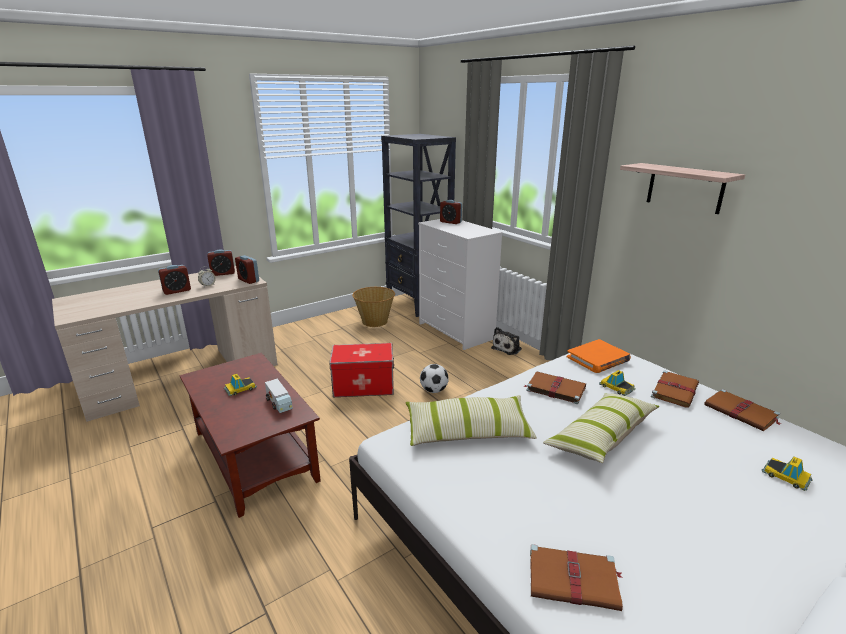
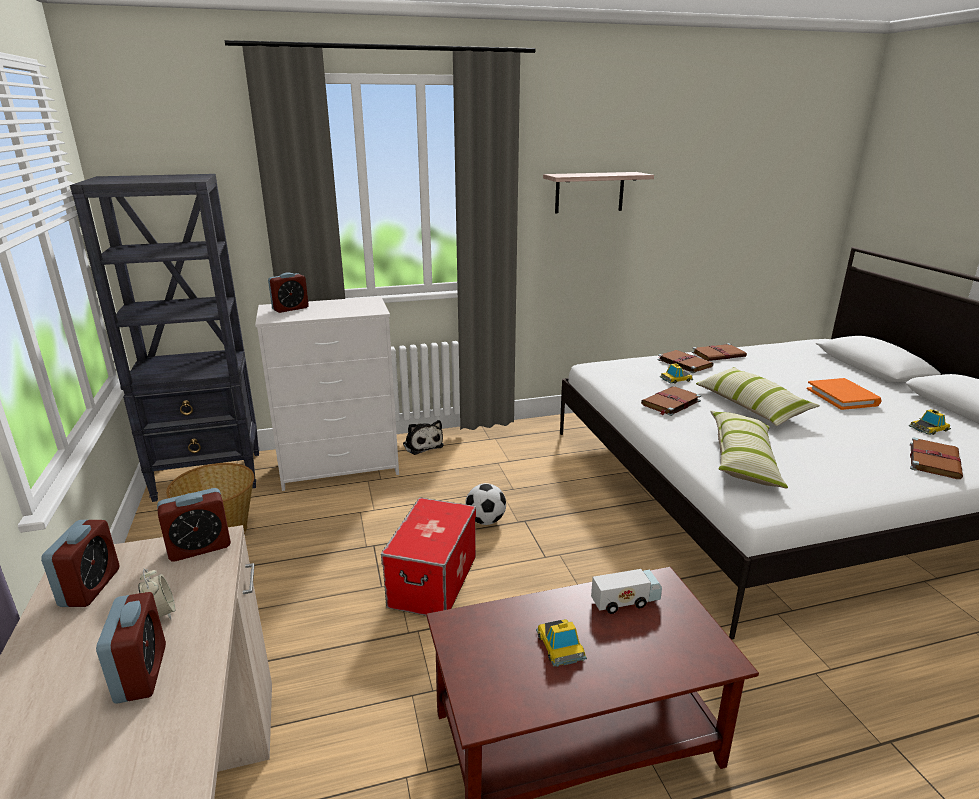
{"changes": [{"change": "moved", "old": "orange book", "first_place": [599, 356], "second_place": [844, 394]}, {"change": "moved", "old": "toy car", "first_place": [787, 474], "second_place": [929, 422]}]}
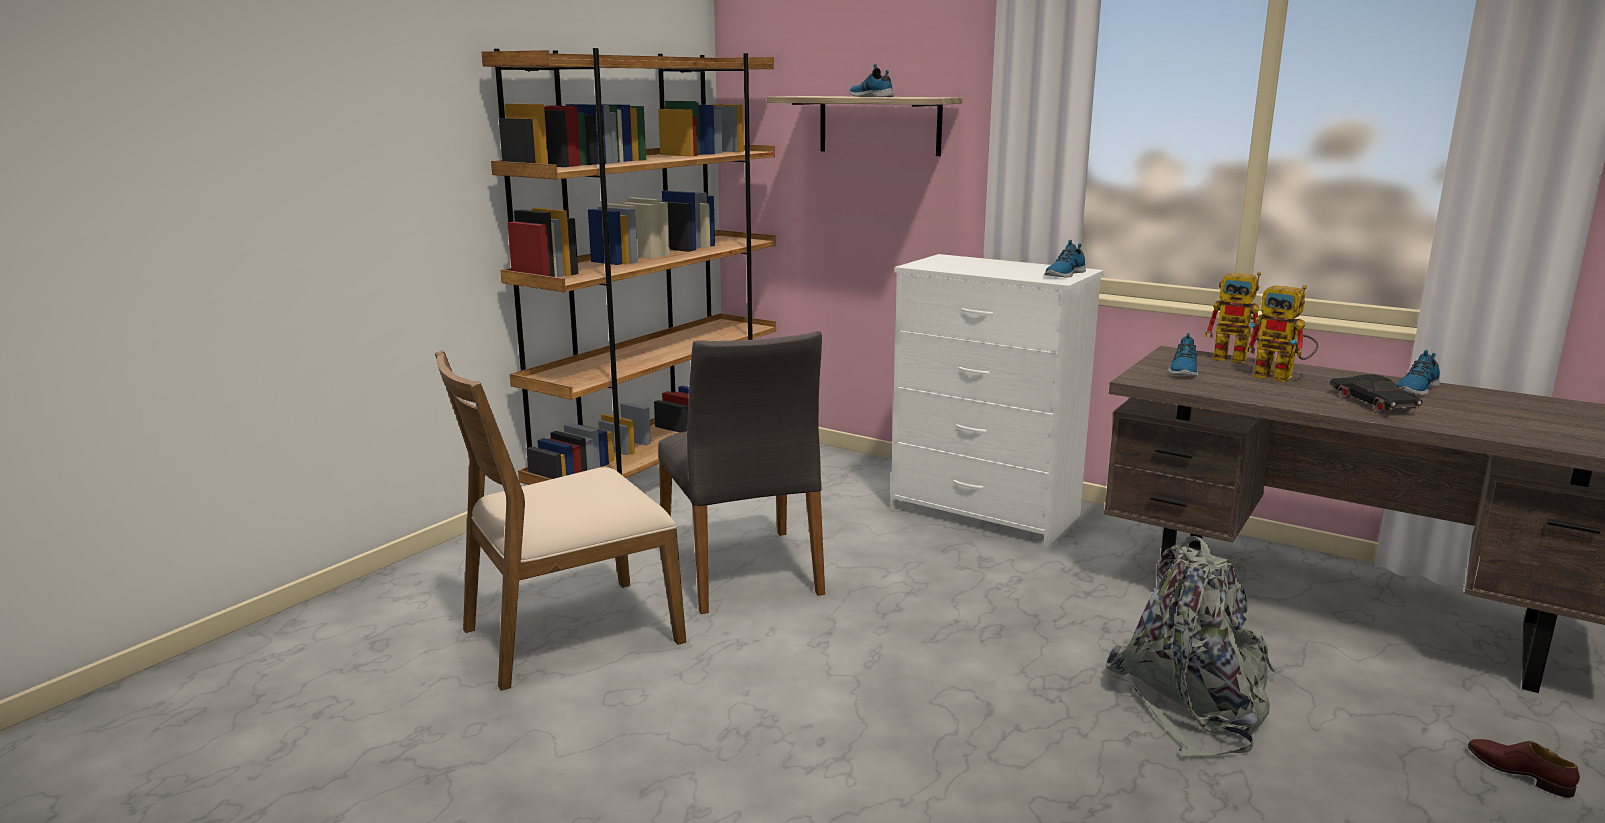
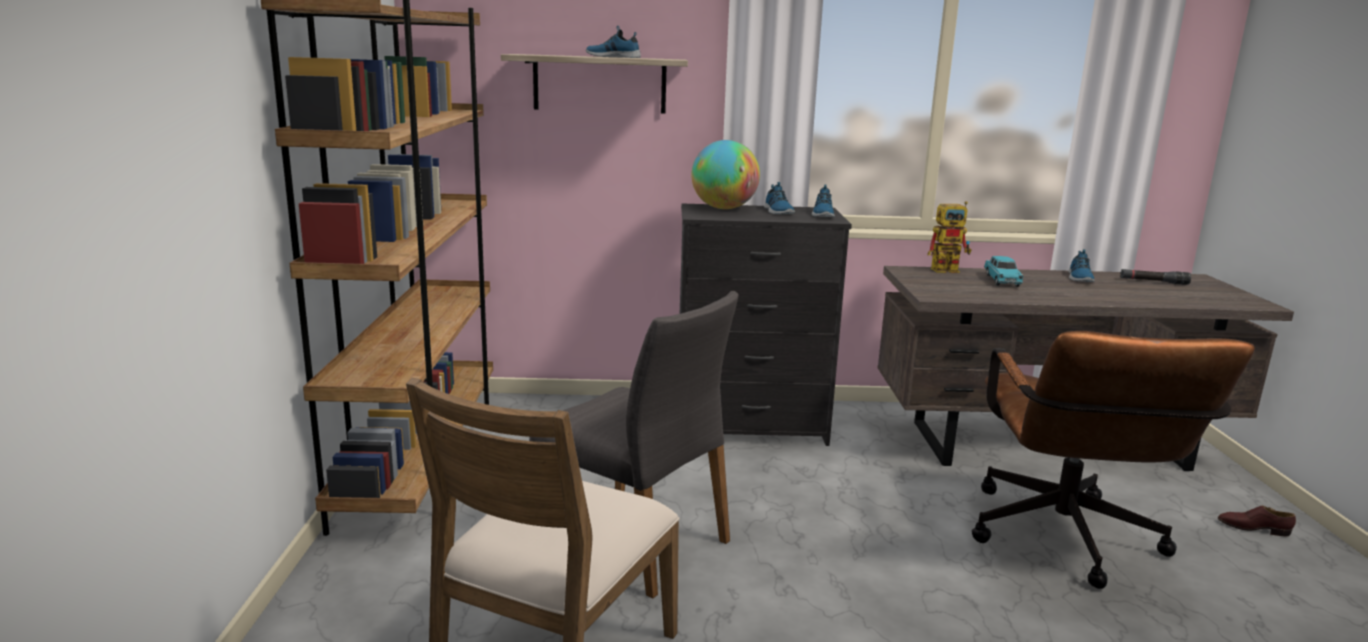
{"changes": [{"change": "recoloured", "old": "white dresser", "new": "black dresser", "first_place": [997, 400], "second_place": [766, 325]}, {"change": "added", "new": "globe", "second_place": [725, 174]}, {"change": "moved", "old": "shoe", "first_place": [1183, 354], "second_place": [779, 198]}, {"change": "replaced", "old": "grey backpack", "new": "brown office chair", "first_place": [1190, 646], "second_place": [1113, 460]}, {"change": "replaced", "old": "toy robot", "new": "turquoise toy car", "first_place": [1282, 333], "second_place": [1003, 271]}, {"change": "added", "new": "black flashlight", "second_place": [1155, 277]}, {"change": "removed", "old": "black toy car", "first_place": [1376, 393]}]}
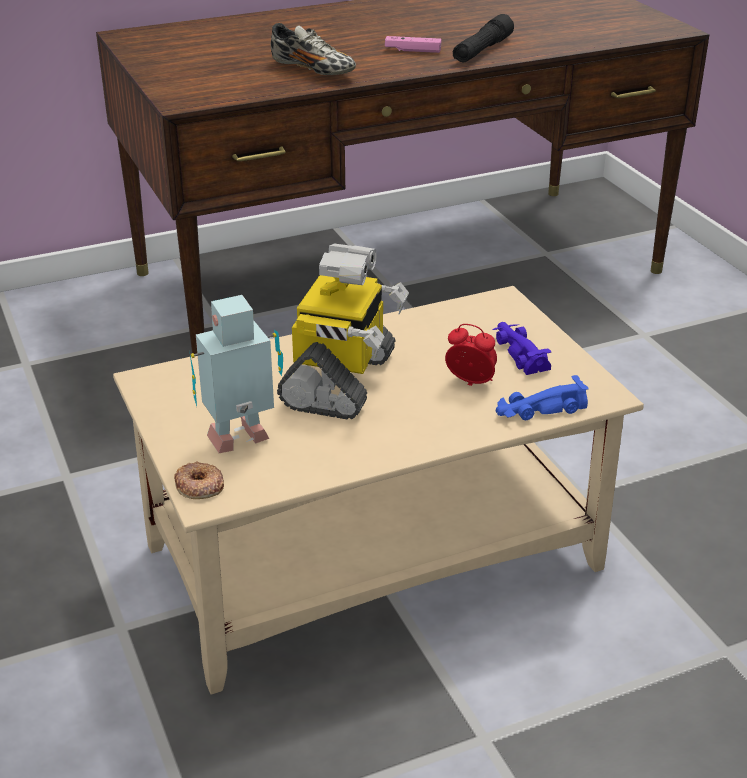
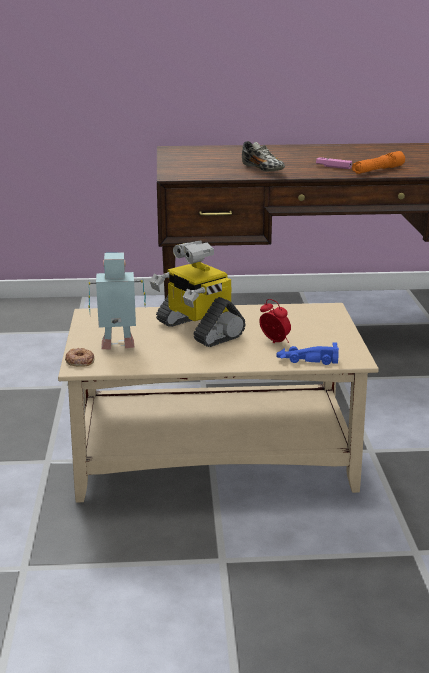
{"changes": [{"change": "turned", "old": "toy robot", "first_place": [343, 331], "second_place": [197, 294], "degrees": 105}, {"change": "recoloured", "old": "black flashlight", "new": "orange flashlight", "first_place": [483, 38], "second_place": [378, 162]}, {"change": "removed", "old": "purple toy car", "first_place": [522, 348]}]}
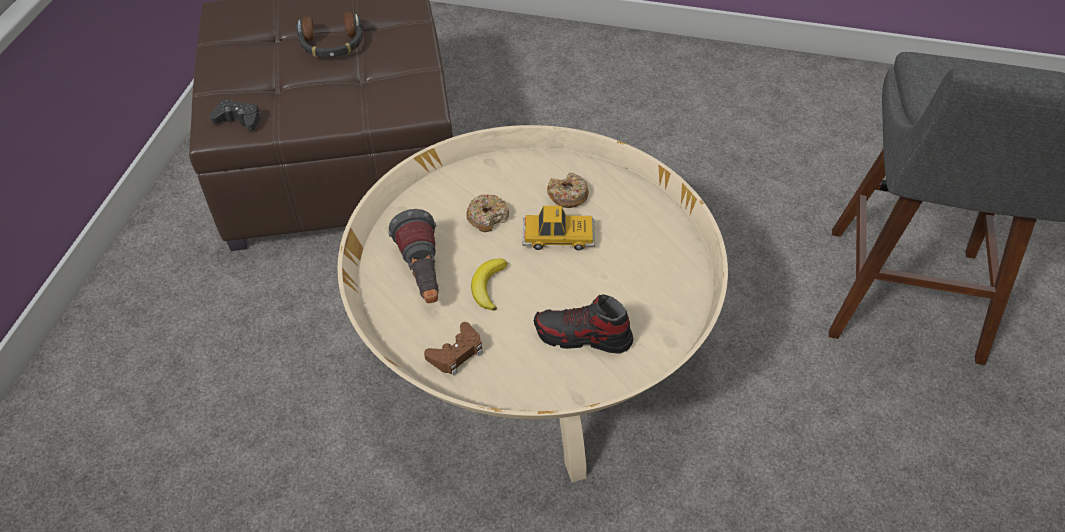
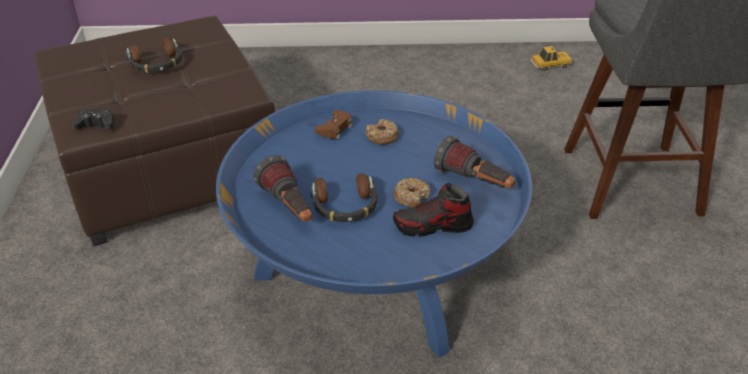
{"changes": [{"change": "recoloured", "old": "beige coffee table", "new": "blue coffee table", "first_place": [533, 303], "second_place": [374, 224]}, {"change": "replaced", "old": "banana", "new": "headphones", "first_place": [489, 285], "second_place": [344, 197]}, {"change": "moved", "old": "brown game controller", "first_place": [453, 349], "second_place": [333, 124]}, {"change": "moved", "old": "donut", "first_place": [487, 213], "second_place": [412, 193]}, {"change": "added", "new": "flashlight", "second_place": [474, 162]}, {"change": "moved", "old": "toy car", "first_place": [558, 228], "second_place": [551, 58]}]}
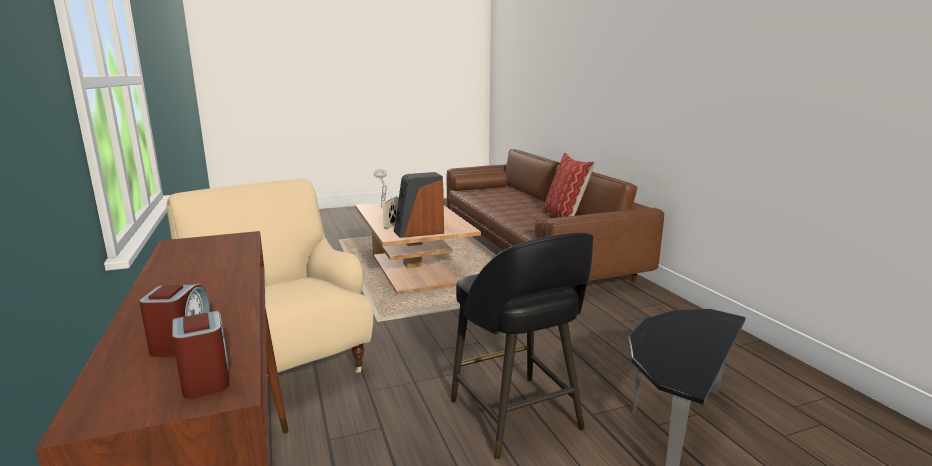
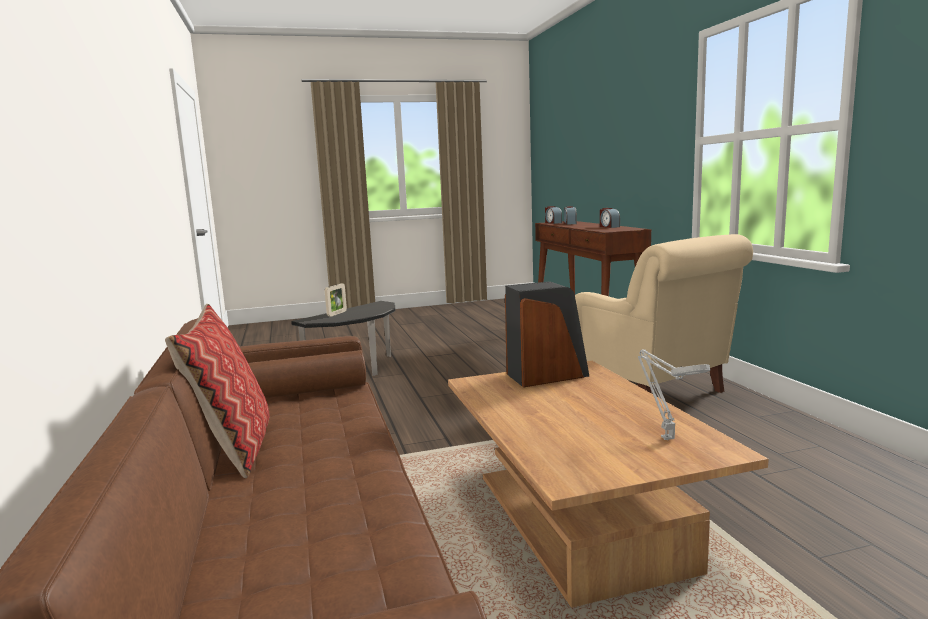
{"changes": [{"change": "moved", "old": "picture frame", "first_place": [391, 213], "second_place": [336, 300]}, {"change": "added", "new": "alarm clock", "second_place": [610, 218]}, {"change": "removed", "old": "black stool", "first_place": [522, 346]}]}
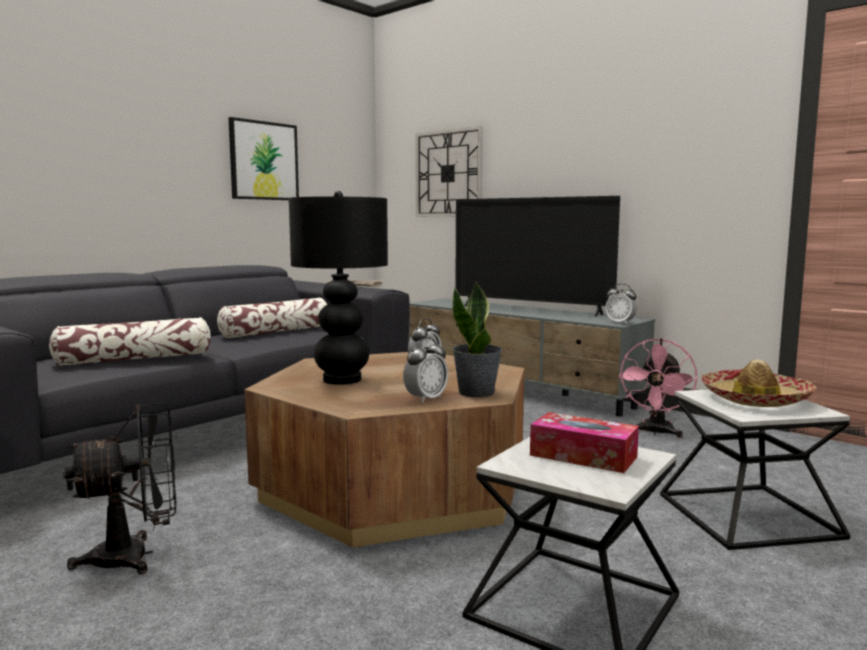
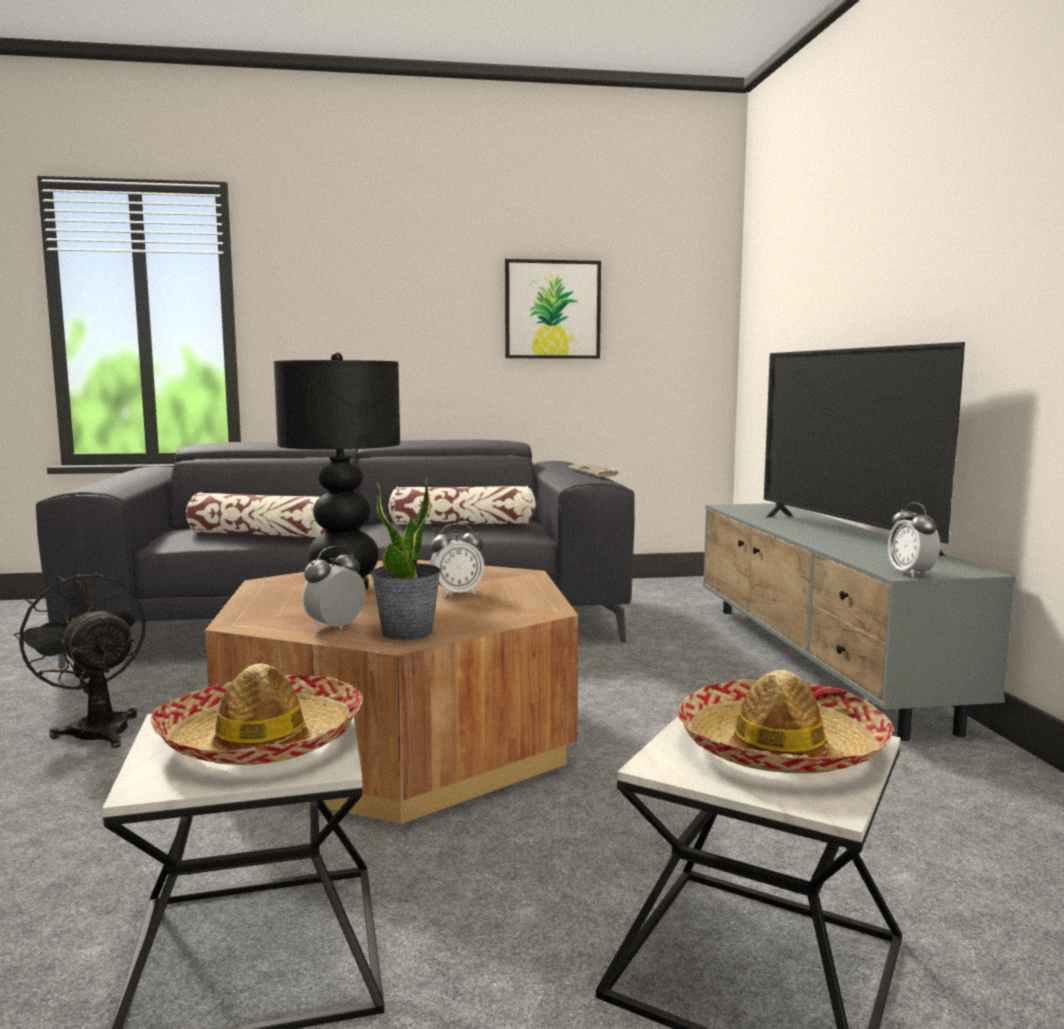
{"changes": [{"change": "turned", "old": "black fan", "first_place": [120, 488], "second_place": [80, 660], "degrees": -150}, {"change": "replaced", "old": "tissue box", "new": "hat", "first_place": [584, 442], "second_place": [257, 714]}, {"change": "turned", "old": "alarm clock", "first_place": [425, 370], "second_place": [334, 587], "degrees": 135}, {"change": "removed", "old": "wall clock", "first_place": [449, 171]}, {"change": "removed", "old": "pink fan", "first_place": [657, 388]}]}
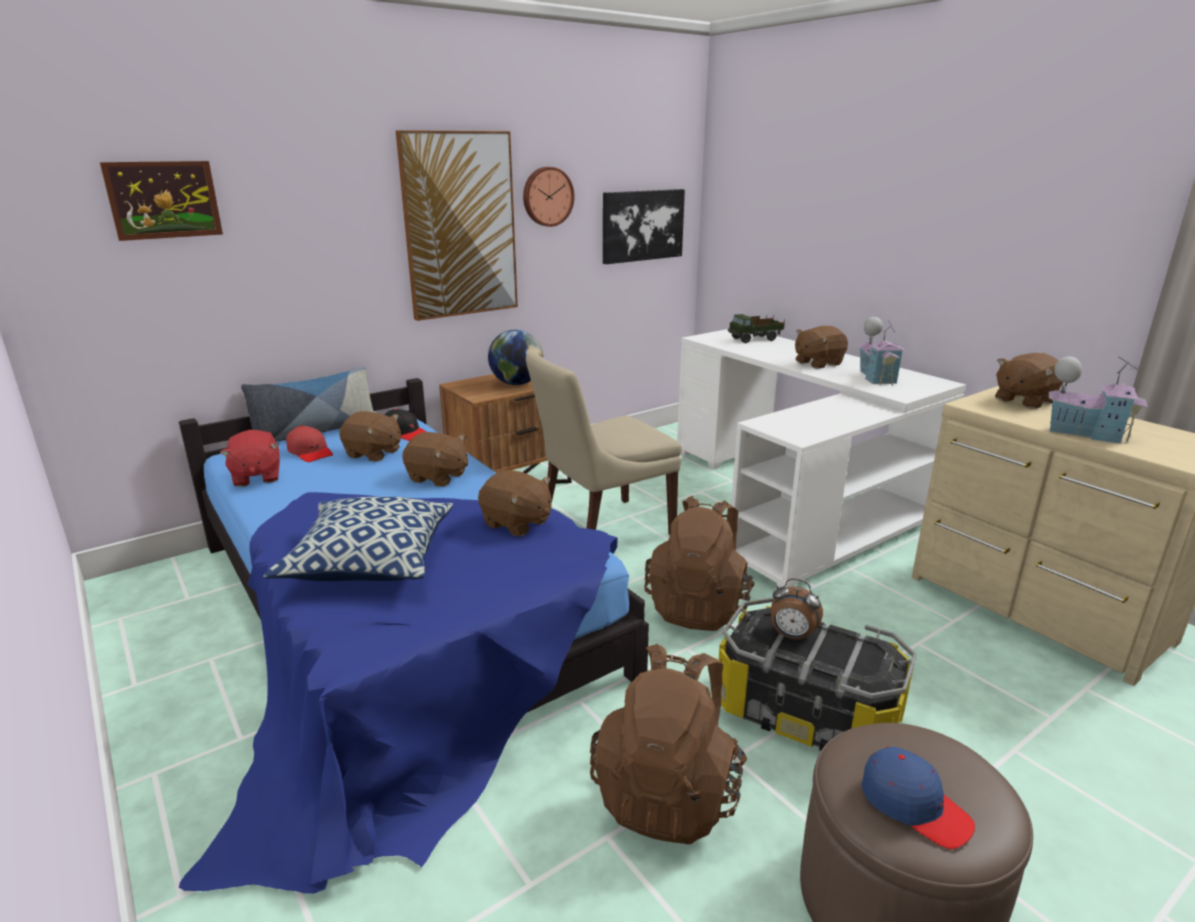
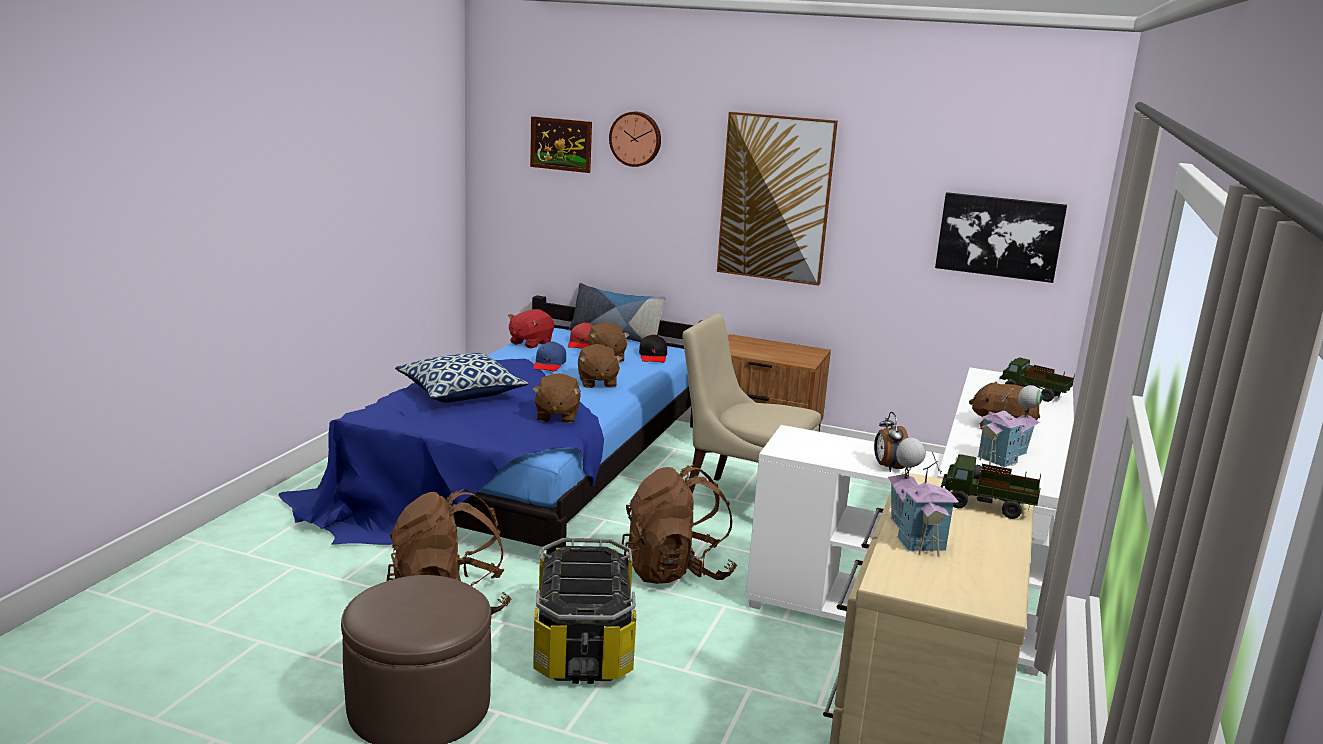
{"changes": [{"change": "moved", "old": "blue cap", "first_place": [918, 798], "second_place": [549, 356]}, {"change": "moved", "old": "wall clock", "first_place": [548, 197], "second_place": [635, 139]}, {"change": "moved", "old": "alarm clock", "first_place": [797, 610], "second_place": [891, 442]}, {"change": "replaced", "old": "brown plush toy", "new": "toy truck", "first_place": [1028, 381], "second_place": [991, 486]}, {"change": "removed", "old": "globe", "first_place": [515, 357]}]}
